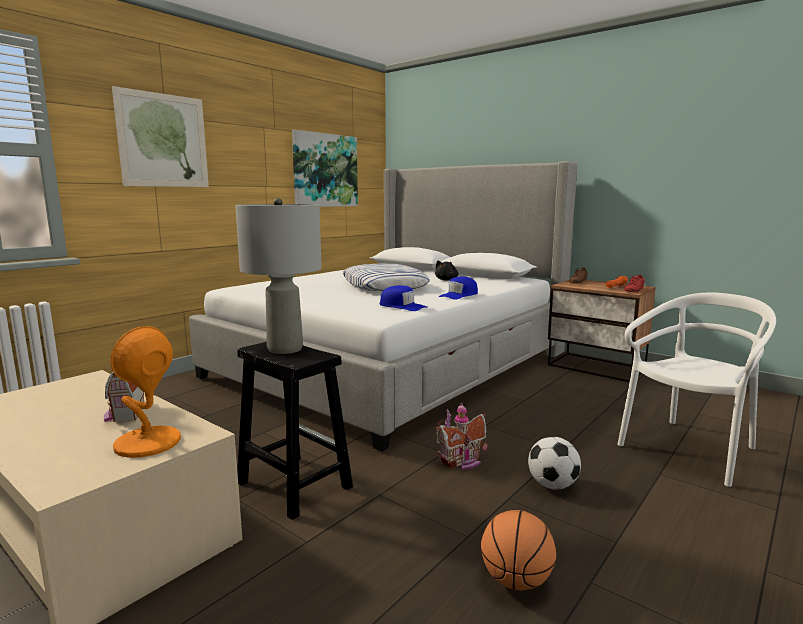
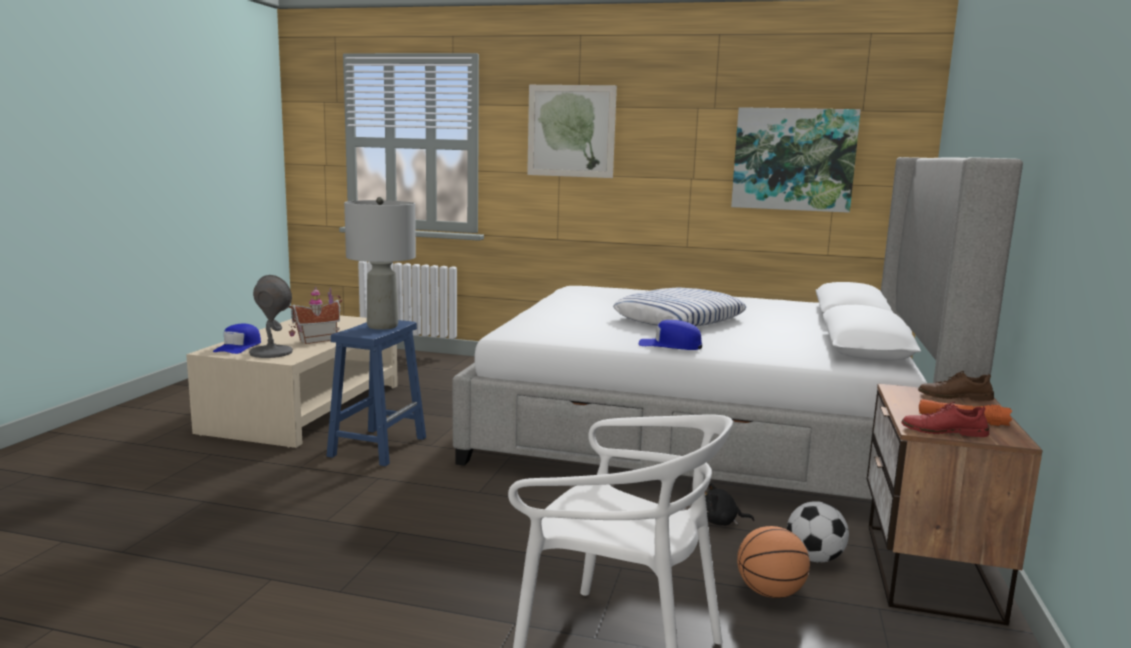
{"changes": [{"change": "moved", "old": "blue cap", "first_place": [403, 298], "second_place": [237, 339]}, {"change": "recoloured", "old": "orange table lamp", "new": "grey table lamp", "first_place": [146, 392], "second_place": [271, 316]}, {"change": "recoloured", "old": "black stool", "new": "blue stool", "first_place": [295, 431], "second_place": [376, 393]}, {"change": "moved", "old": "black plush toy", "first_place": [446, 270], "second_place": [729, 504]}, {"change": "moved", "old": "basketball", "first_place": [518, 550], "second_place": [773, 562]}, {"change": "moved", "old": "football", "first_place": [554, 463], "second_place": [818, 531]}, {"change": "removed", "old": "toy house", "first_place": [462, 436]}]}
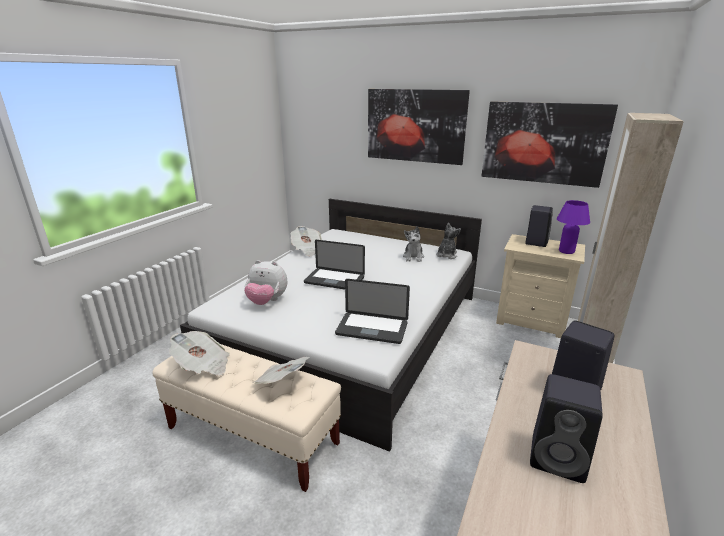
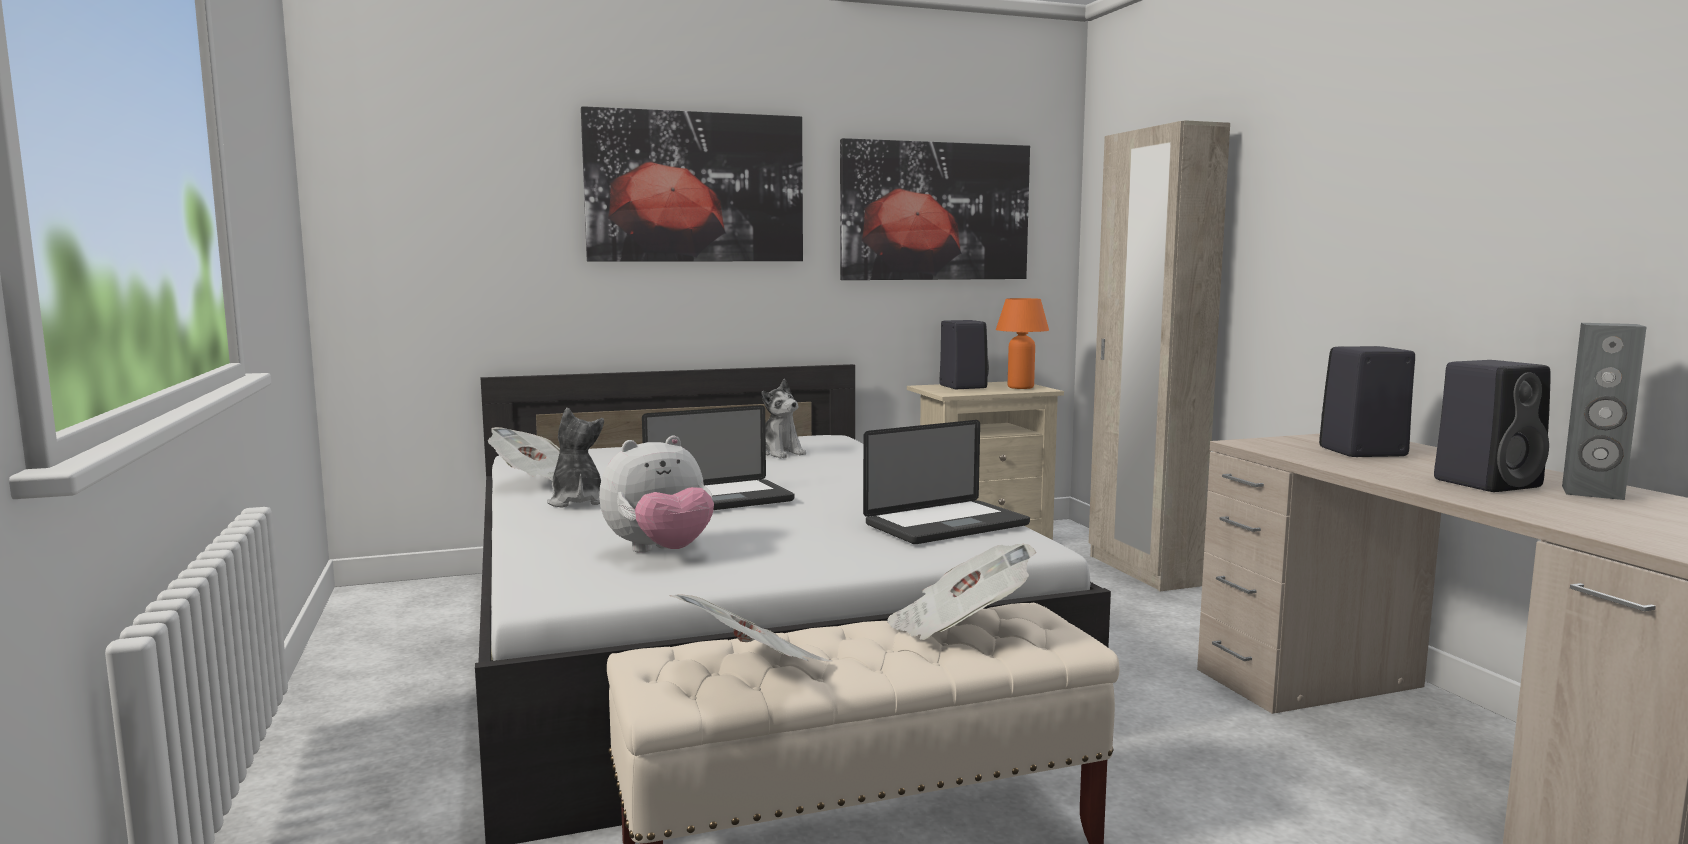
{"changes": [{"change": "moved", "old": "plush toy", "first_place": [448, 241], "second_place": [575, 457]}, {"change": "recoloured", "old": "purple table lamp", "new": "orange table lamp", "first_place": [573, 227], "second_place": [1022, 343]}, {"change": "added", "new": "grey speaker", "second_place": [1604, 411]}]}
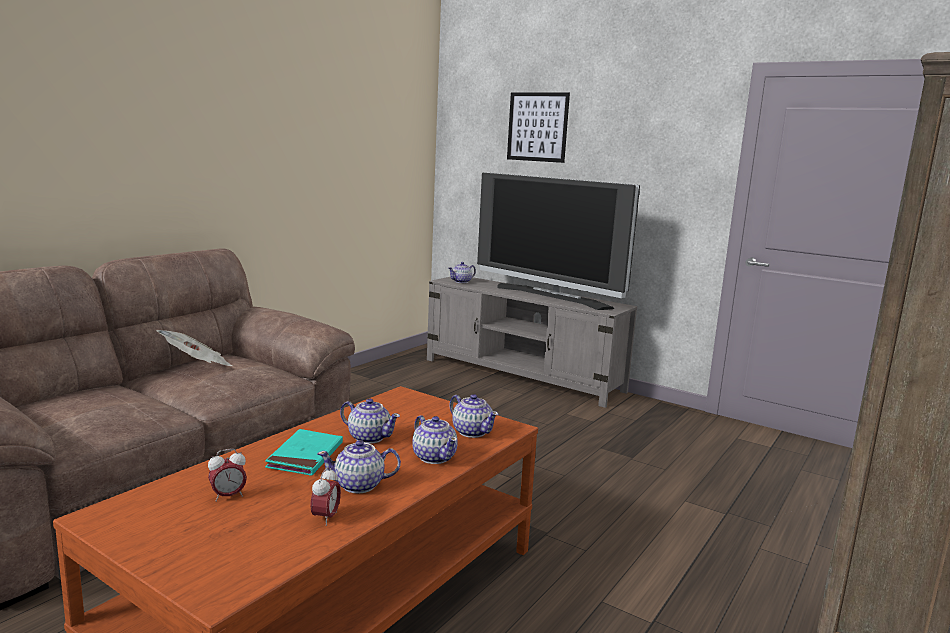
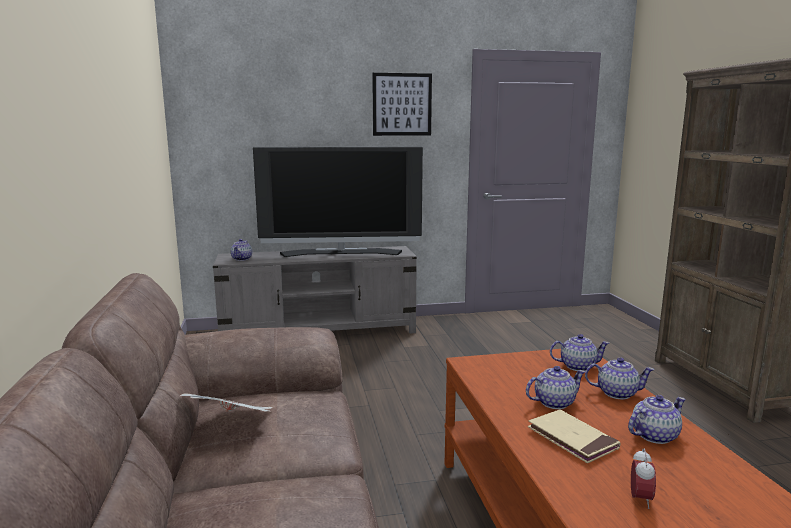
{"changes": [{"change": "moved", "old": "picture", "first_place": [538, 127], "second_place": [402, 104]}, {"change": "recoloured", "old": "turquoise book", "new": "beige book", "first_place": [304, 452], "second_place": [574, 436]}, {"change": "turned", "old": "teapot", "first_place": [359, 467], "second_place": [657, 419], "degrees": -150}, {"change": "removed", "old": "alarm clock", "first_place": [325, 496]}]}
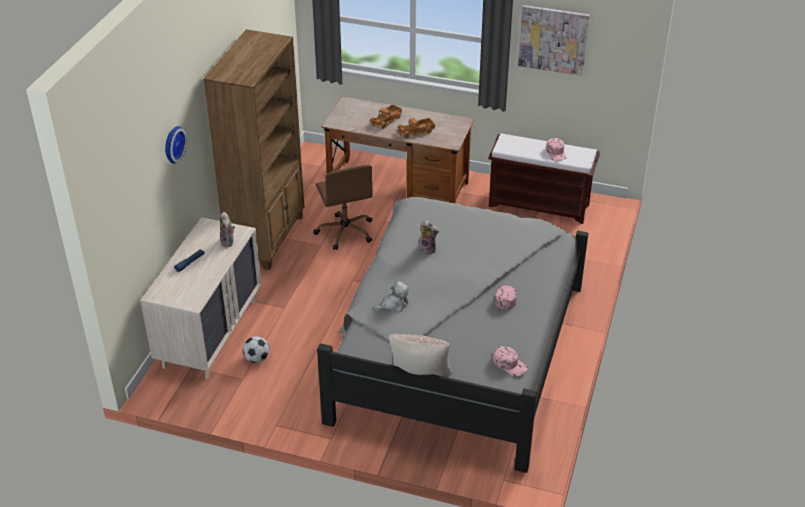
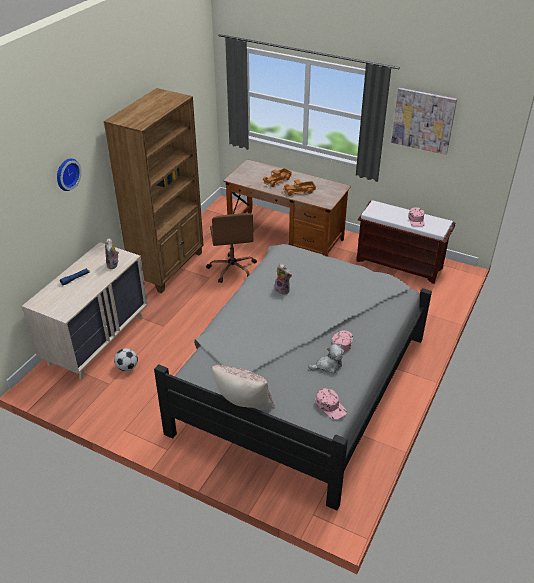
{"changes": [{"change": "moved", "old": "plush toy", "first_place": [391, 296], "second_place": [326, 358]}]}
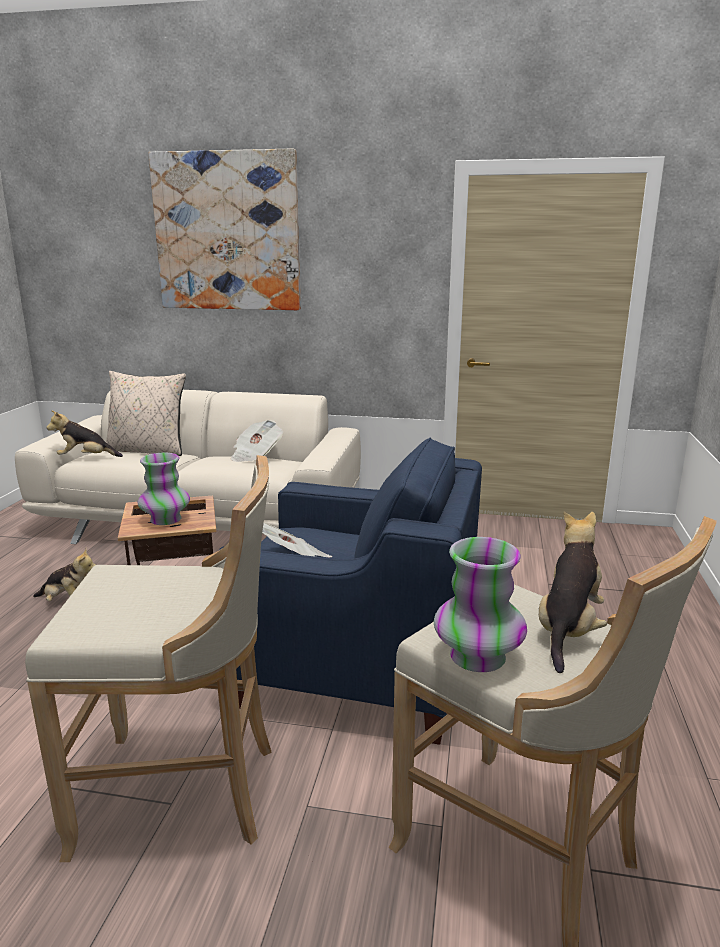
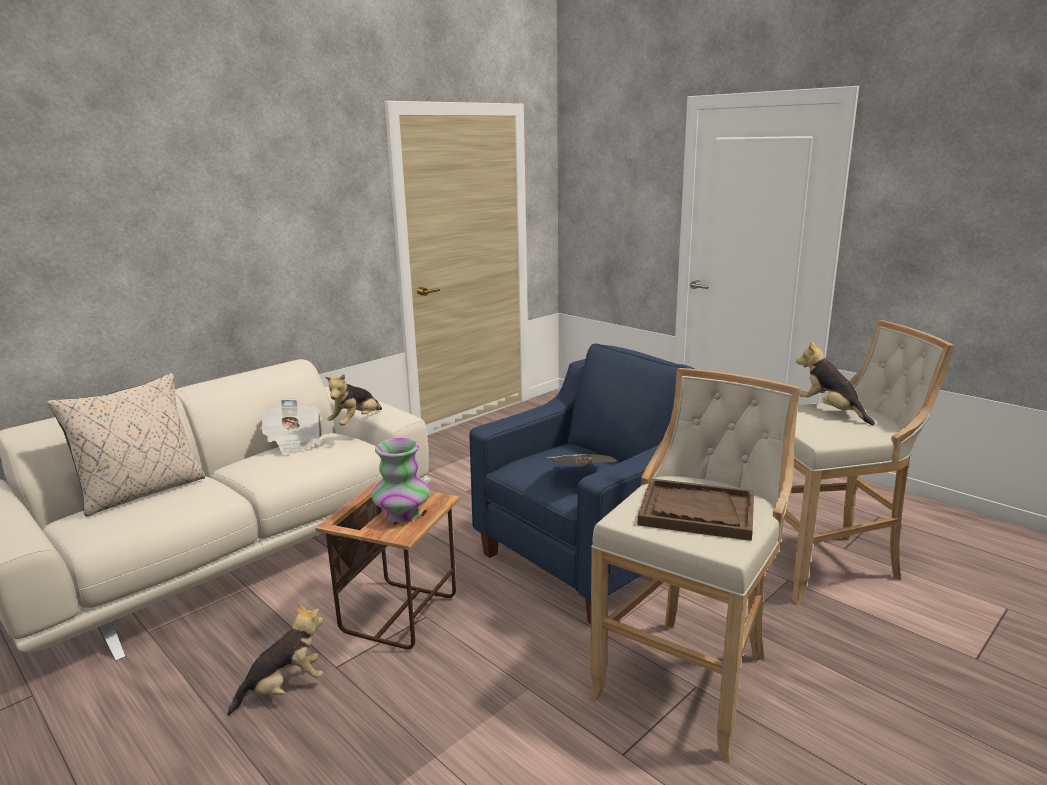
{"changes": [{"change": "moved", "old": "plush toy", "first_place": [85, 434], "second_place": [353, 400]}, {"change": "added", "new": "brown tray", "second_place": [696, 509]}, {"change": "removed", "old": "picture", "first_place": [224, 229]}, {"change": "removed", "old": "vase", "first_place": [480, 604]}]}
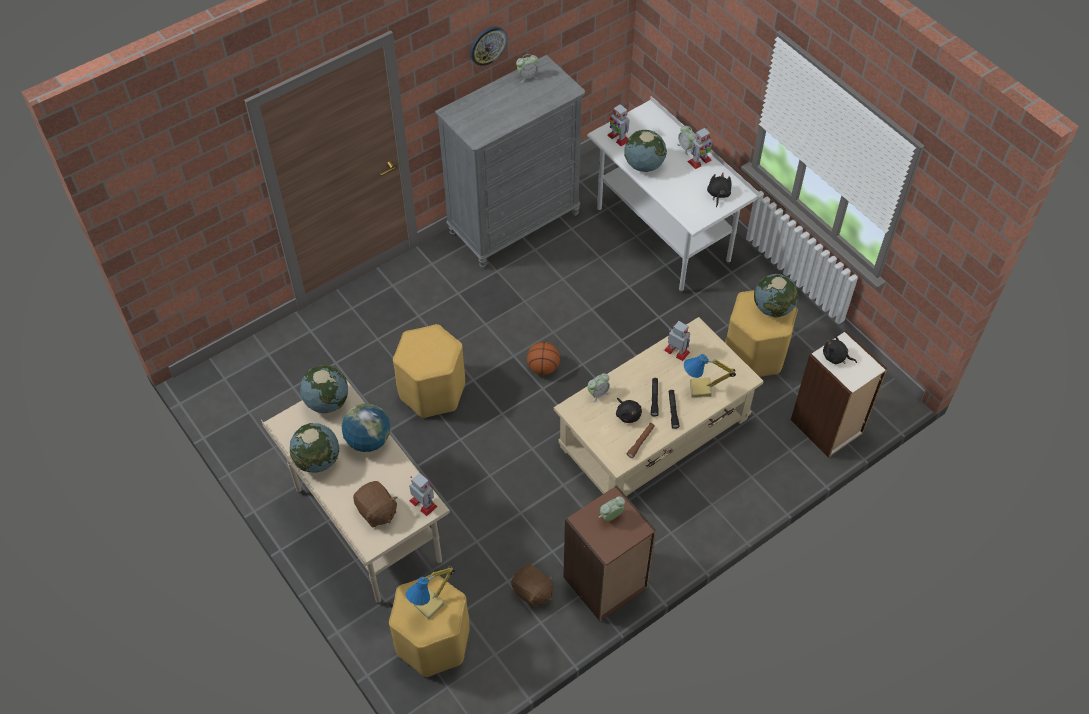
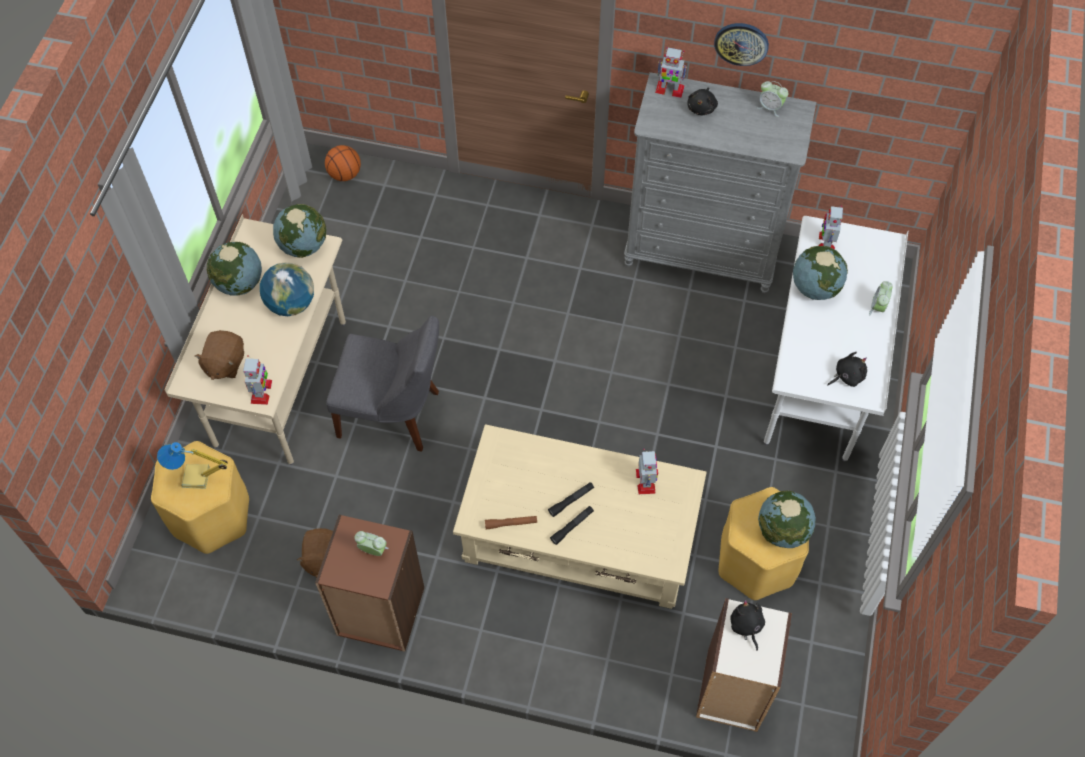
{"changes": [{"change": "moved", "old": "basketball", "first_place": [543, 358], "second_place": [343, 163]}, {"change": "added", "new": "grey chair", "second_place": [382, 383]}, {"change": "moved", "old": "toy robot", "first_place": [700, 148], "second_place": [671, 72]}, {"change": "moved", "old": "black plush toy", "first_place": [629, 410], "second_place": [702, 101]}, {"change": "removed", "old": "yellow stool", "first_place": [429, 371]}, {"change": "removed", "old": "alarm clock", "first_place": [599, 388]}, {"change": "removed", "old": "table lamp", "first_place": [710, 375]}]}
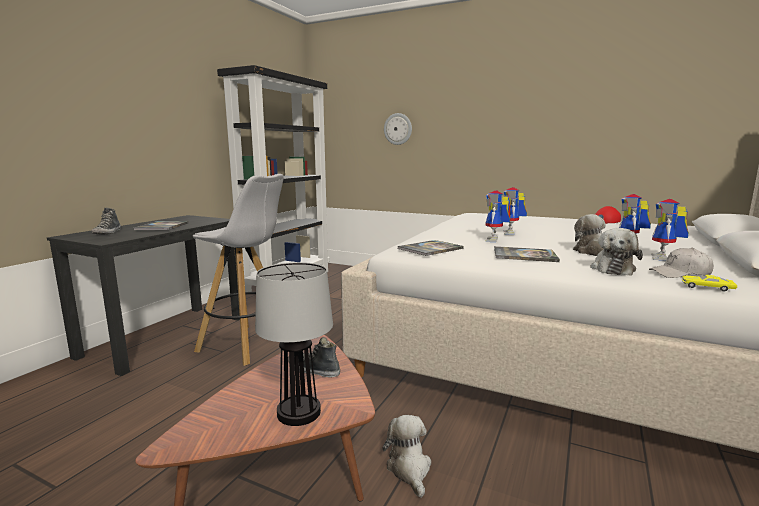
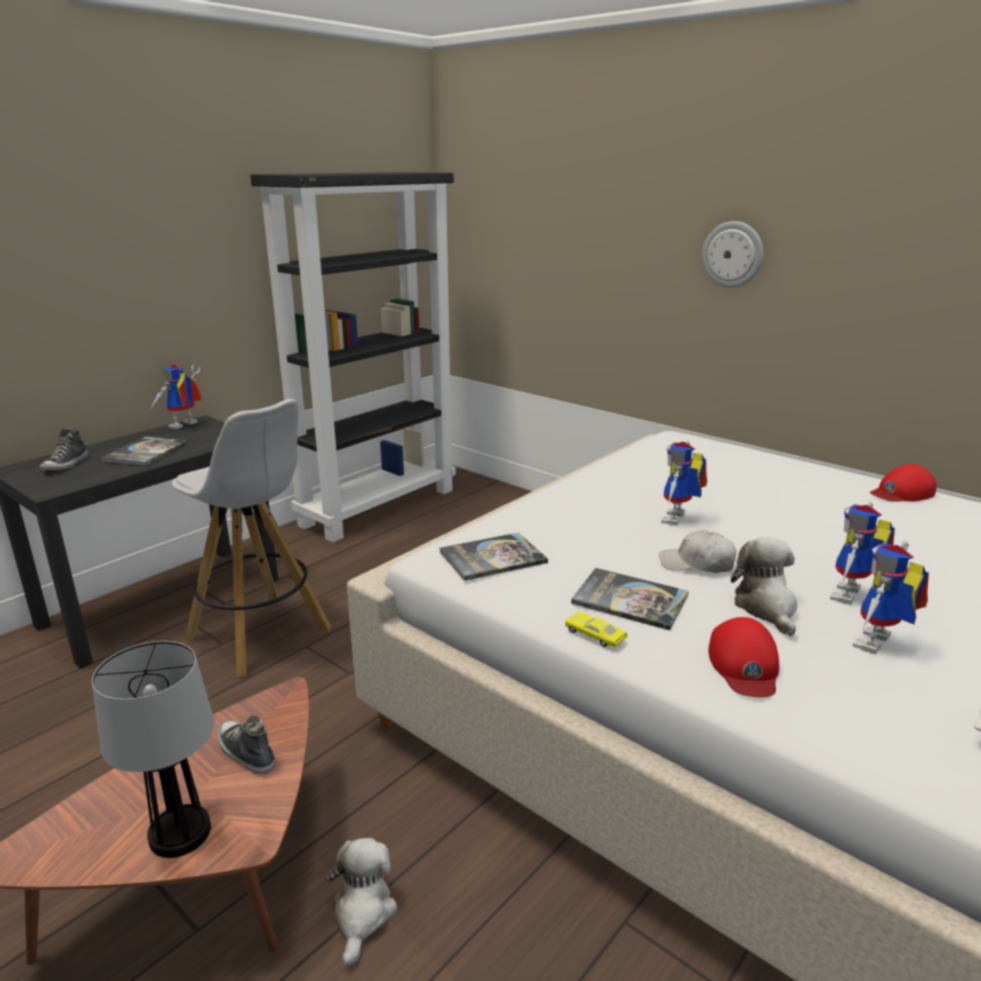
{"changes": [{"change": "moved", "old": "toy robot", "first_place": [498, 216], "second_place": [176, 396]}, {"change": "moved", "old": "yellow toy car", "first_place": [709, 283], "second_place": [596, 629]}, {"change": "moved", "old": "white cap", "first_place": [681, 263], "second_place": [697, 551]}, {"change": "moved", "old": "wall clock", "first_place": [398, 129], "second_place": [732, 254]}, {"change": "replaced", "old": "plush toy", "new": "red cap", "first_place": [616, 252], "second_place": [743, 657]}]}
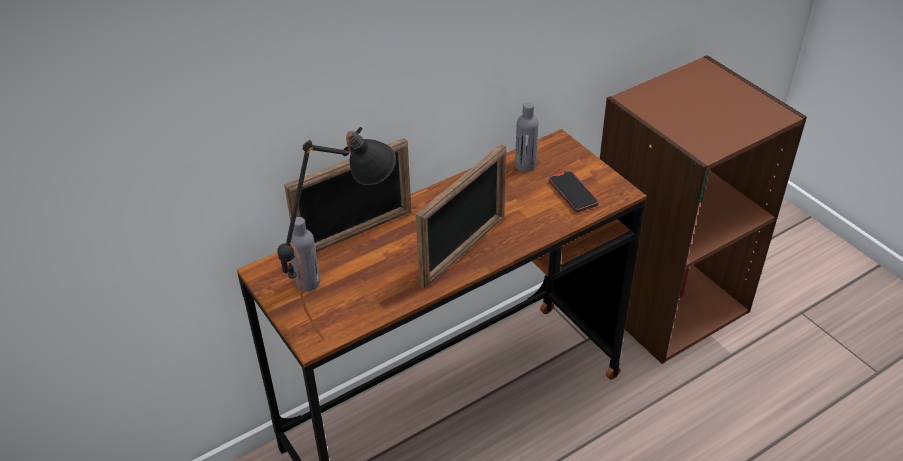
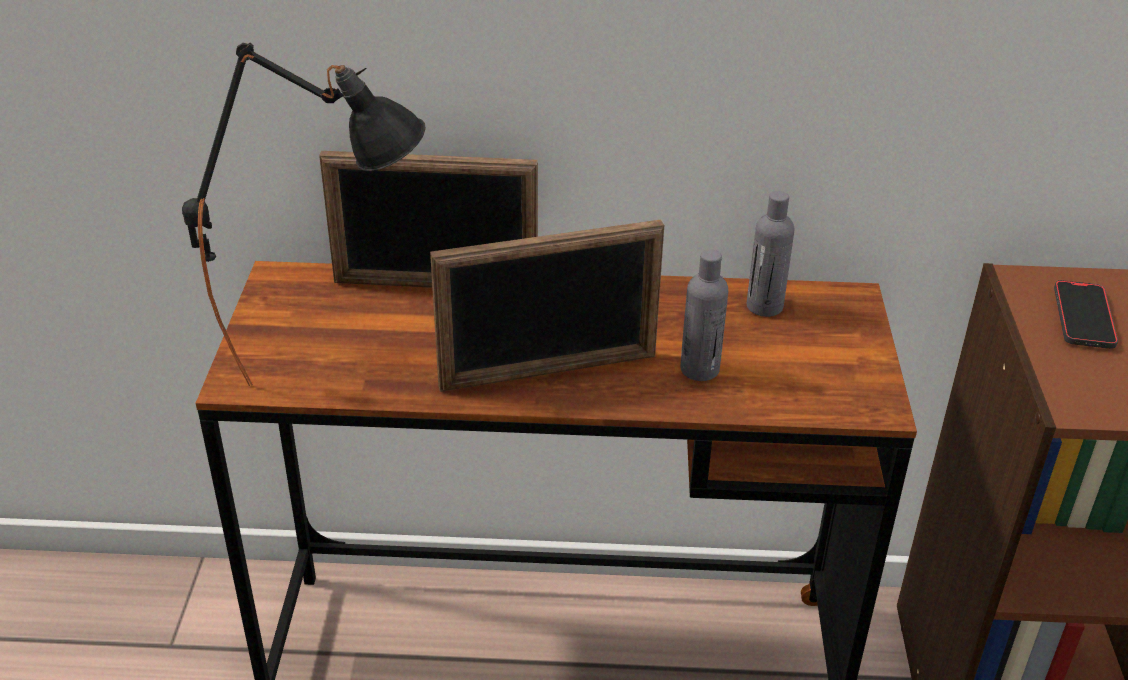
{"changes": [{"change": "moved", "old": "grey bottle", "first_place": [305, 254], "second_place": [704, 315]}, {"change": "moved", "old": "phone", "first_place": [573, 191], "second_place": [1086, 314]}]}
